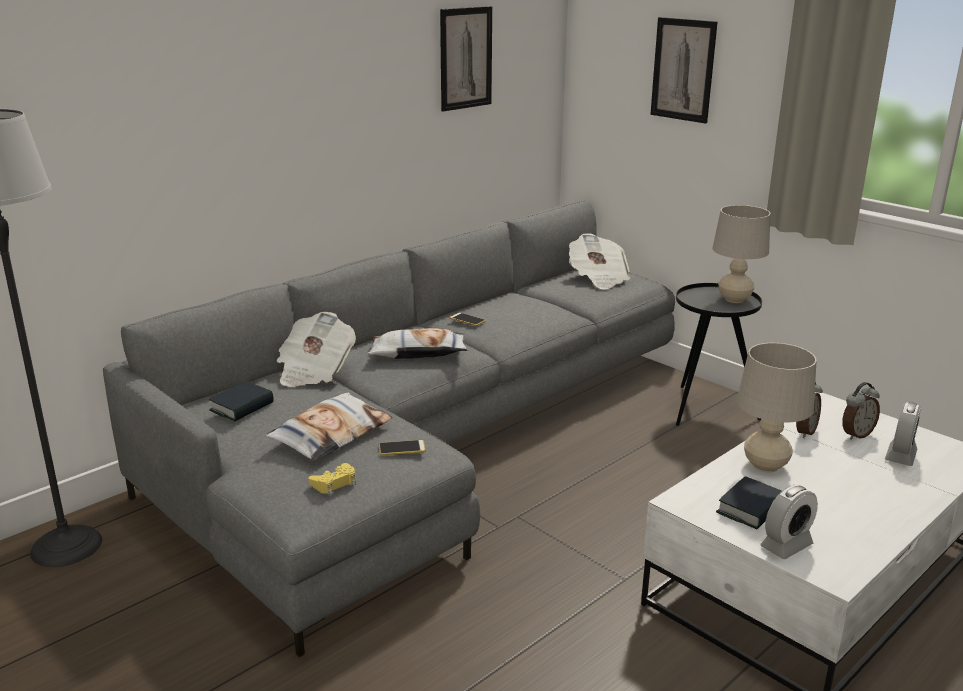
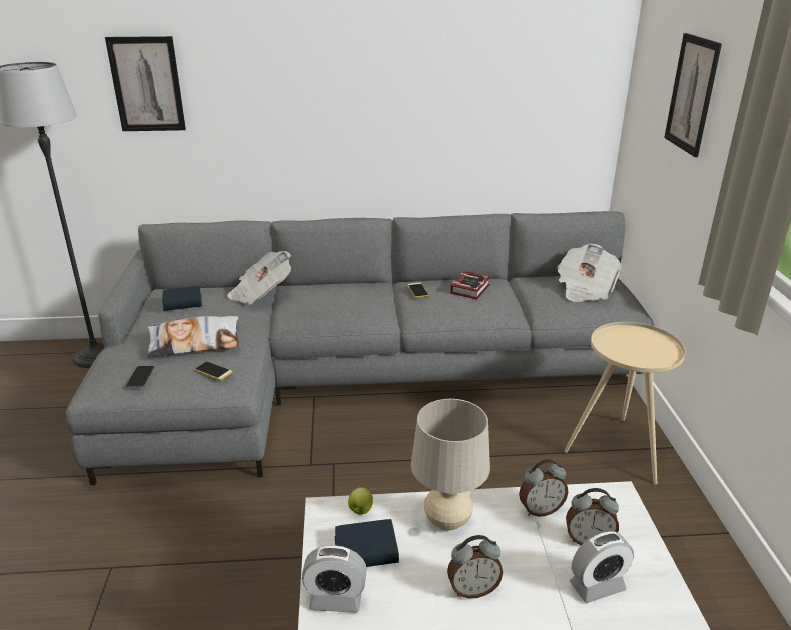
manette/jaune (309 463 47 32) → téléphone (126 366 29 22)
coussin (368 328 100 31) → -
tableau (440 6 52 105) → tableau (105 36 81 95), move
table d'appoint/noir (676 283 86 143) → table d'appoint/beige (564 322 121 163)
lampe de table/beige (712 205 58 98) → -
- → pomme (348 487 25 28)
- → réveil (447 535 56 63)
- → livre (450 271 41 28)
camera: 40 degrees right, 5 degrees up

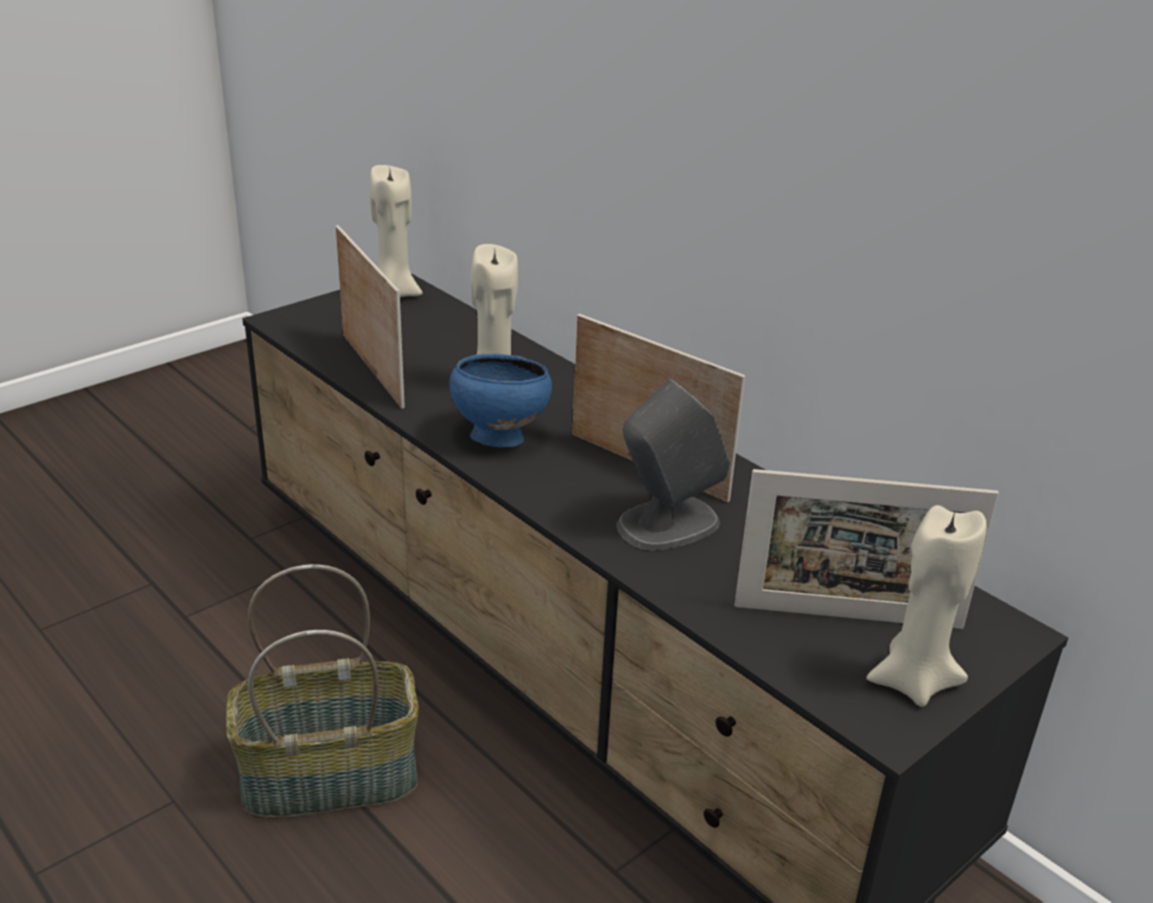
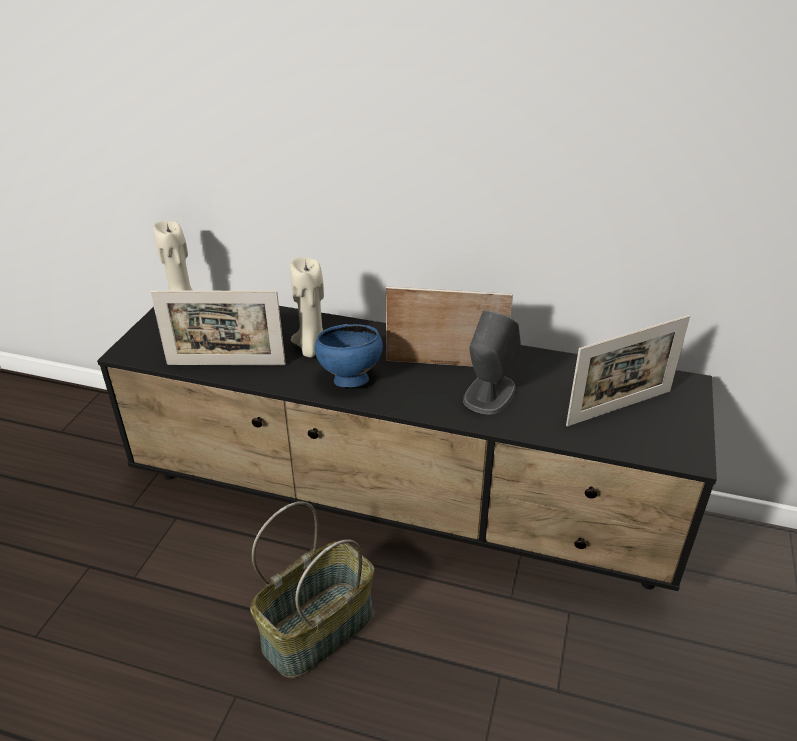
cadre photo (336 225 69 184) → cadre photo (150 290 136 75), 150 degrees clockwise
bougie/beige (866 505 121 202) → -
camera: 30 degrees left, 5 degrees up

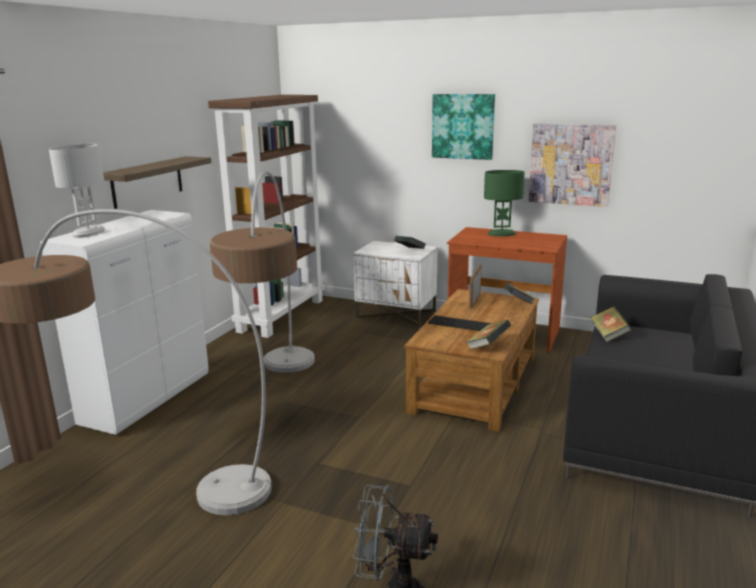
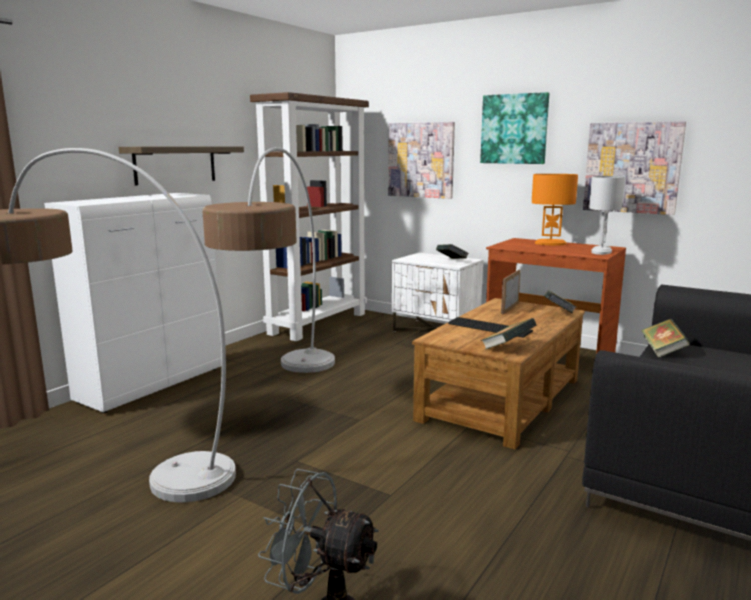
lampe de table/blanc (49 144 56 94) → lampe de table/blanc (589 176 36 79), move
lampe de table/vert (484 170 41 66) → lampe de table/orange (532 174 46 71)
- → tableau (388 122 67 77)
camera: 10 degrees right, 5 degrees down

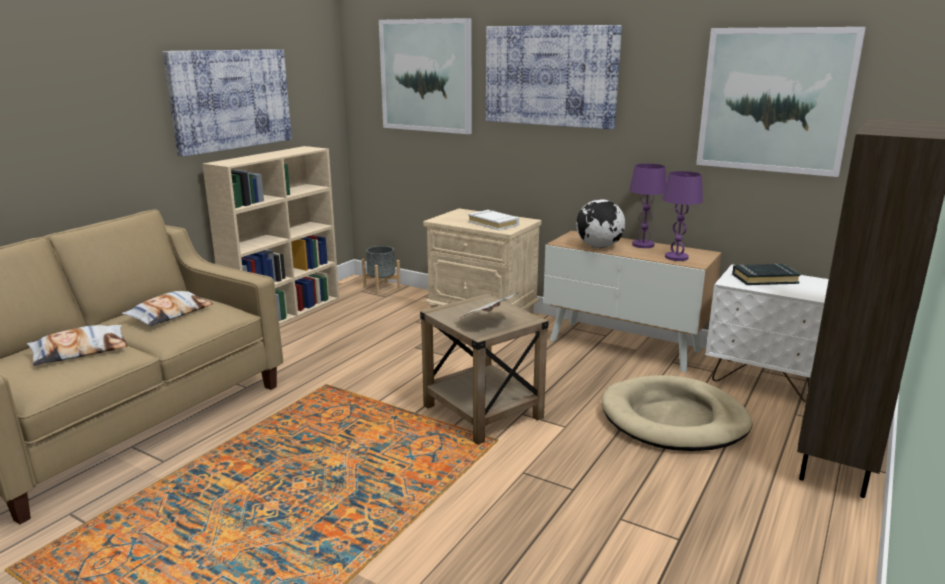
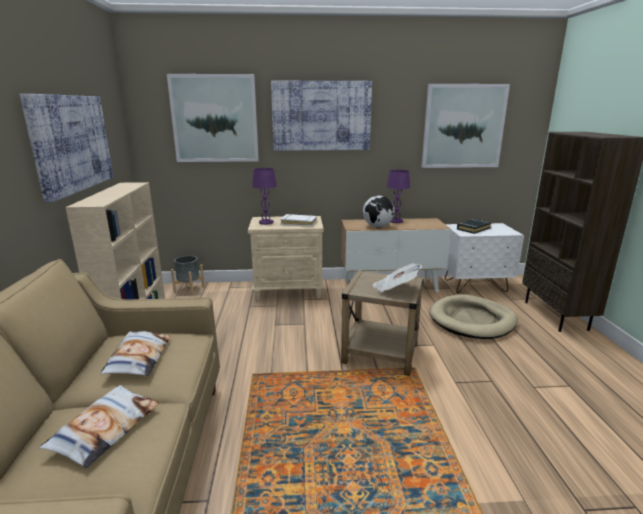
lampe de table/violet (663 171 40 90) → lampe de table/violet (252 168 25 57), move
camera: 35 degrees left, 0 degrees up

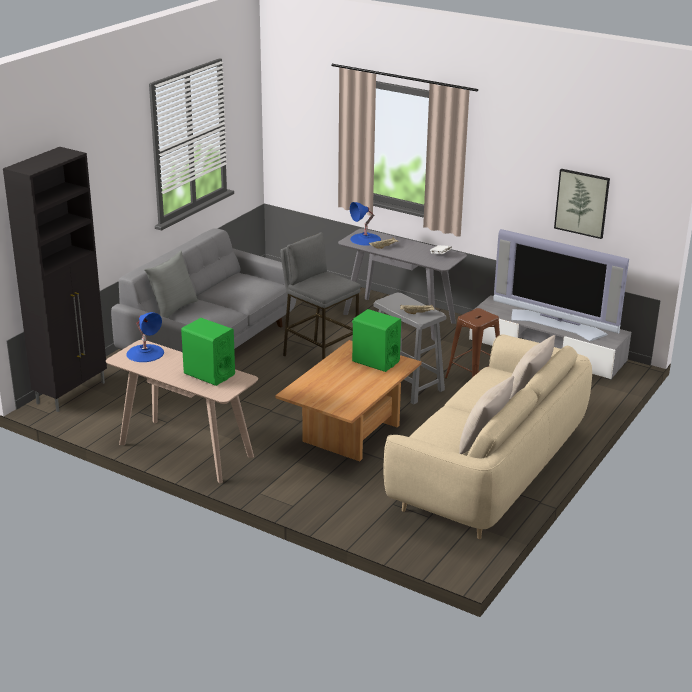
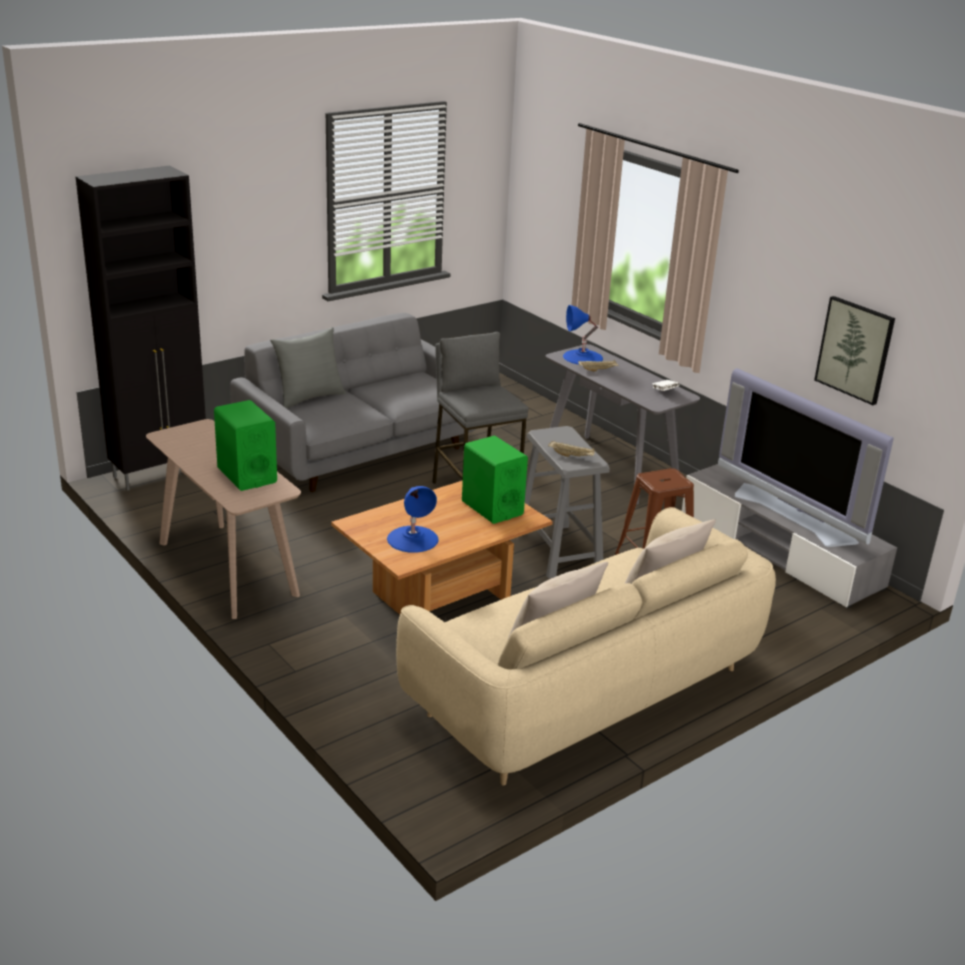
lampe de table/bleu (126 312 38 50) → lampe de table/bleu (387 486 52 67), move
camera: 20 degrees right, 0 degrees up

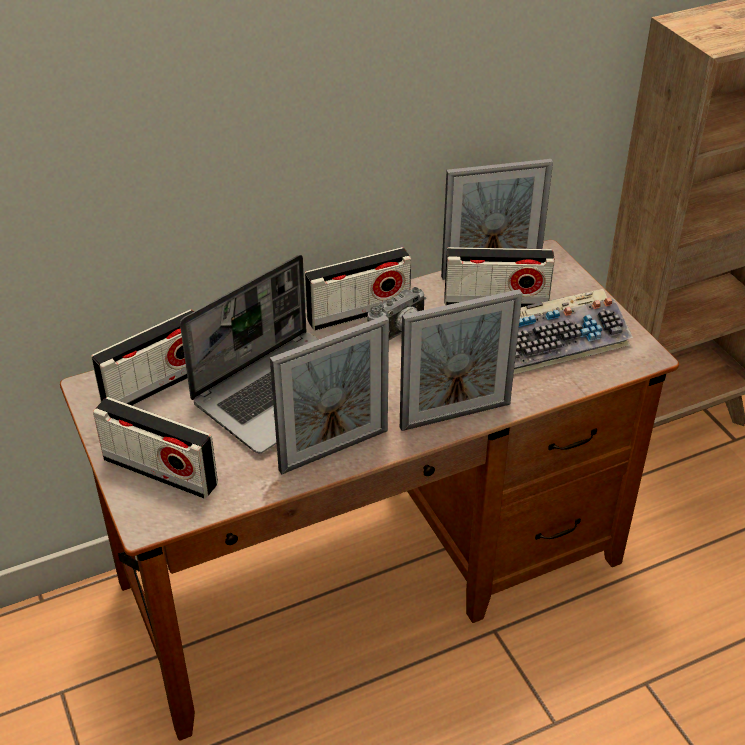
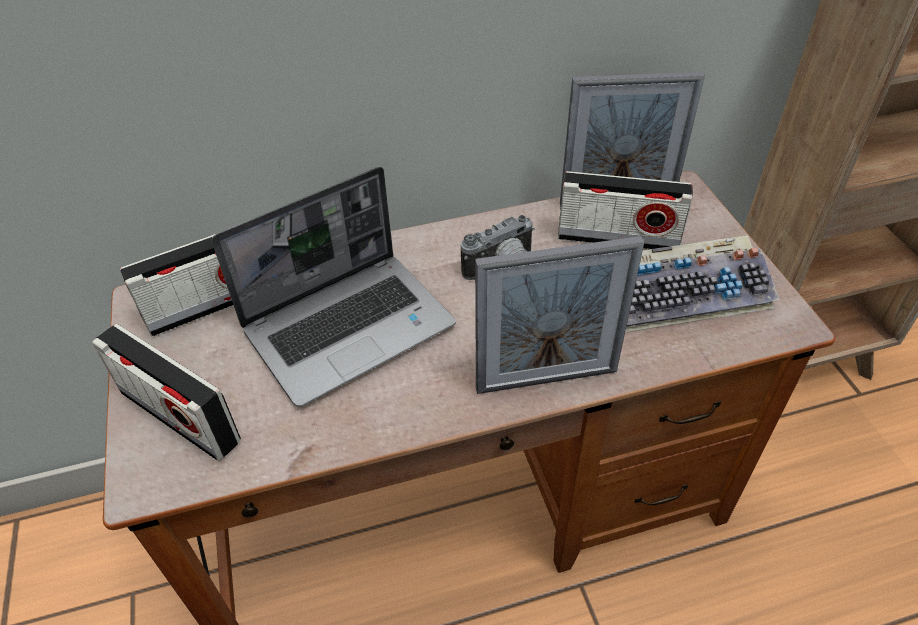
cadre photo (270 315 119 159) → -
radio (305 247 106 84) → -
camera: 10 degrees right, 5 degrees up

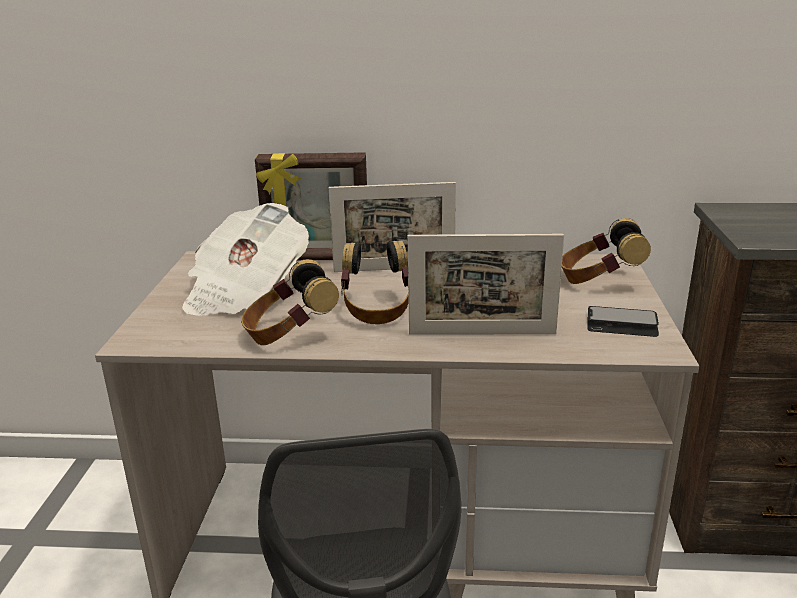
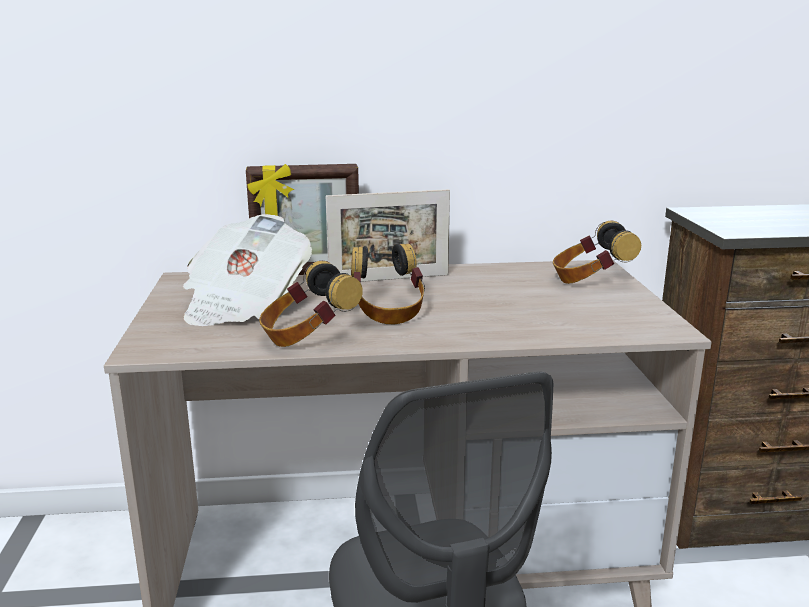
cadre photo (408 234 156 100) → -
téléphone (587 306 72 31) → -
camera: 10 degrees left, 5 degrees down

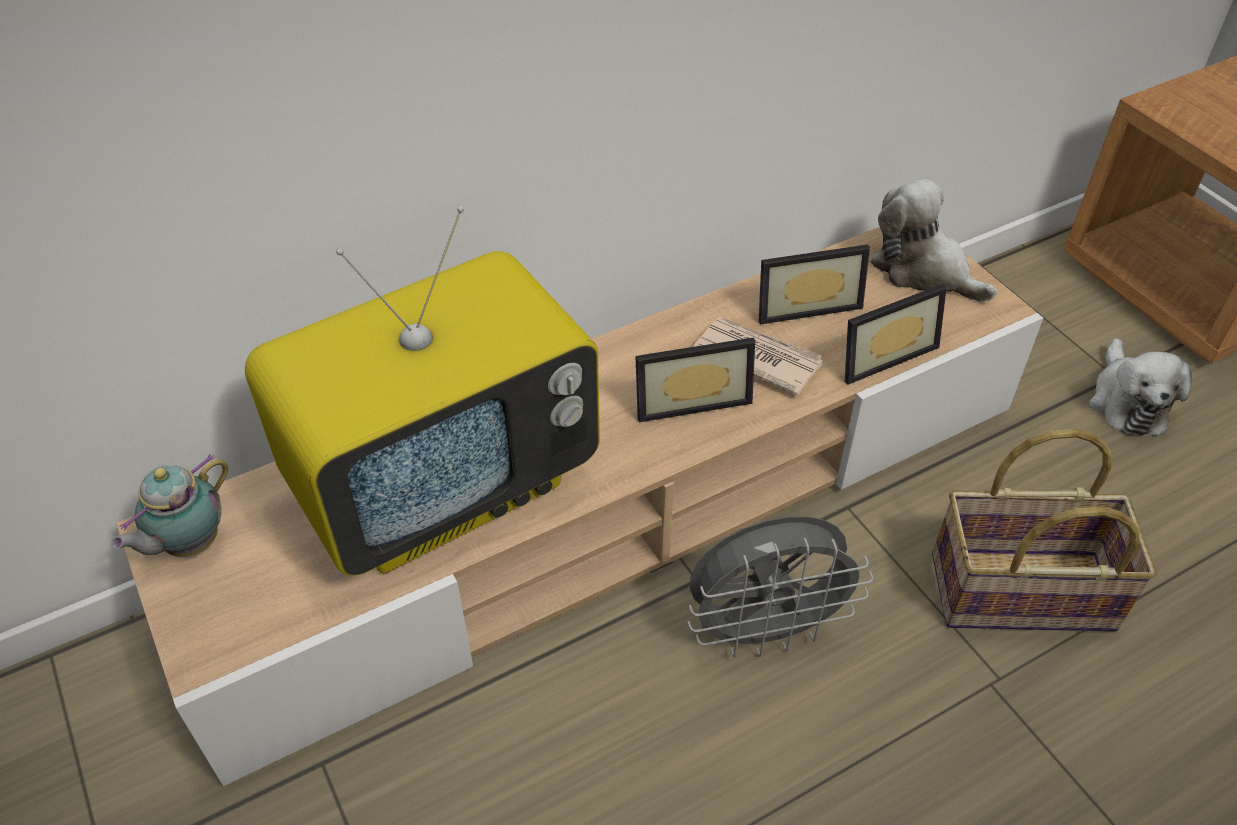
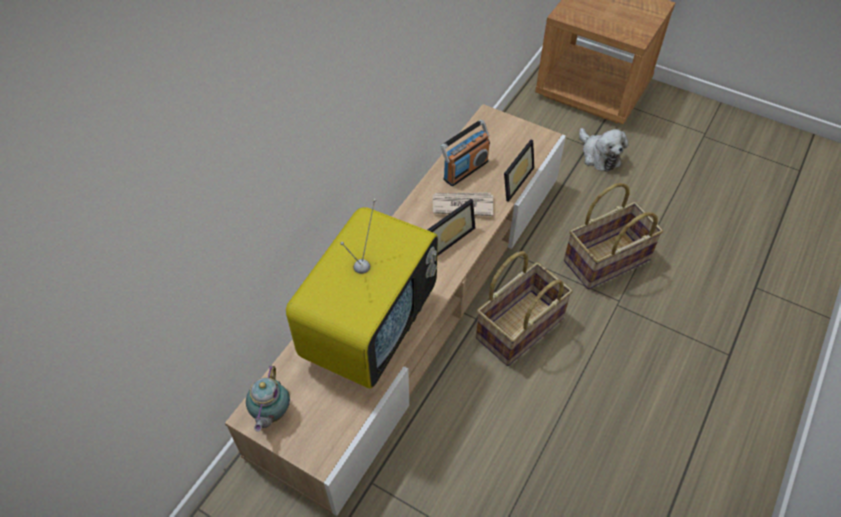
ventilateur/gris (687 516 186 141) → panier (476 251 97 115)
cadre photo (759 245 111 80) → radio (441 120 49 66)
peluche (870 179 127 122) → -
camera: 30 degrees left, 5 degrees up

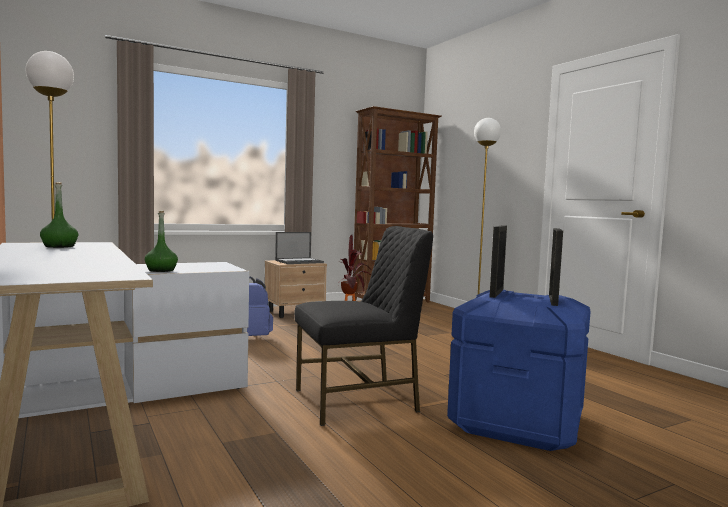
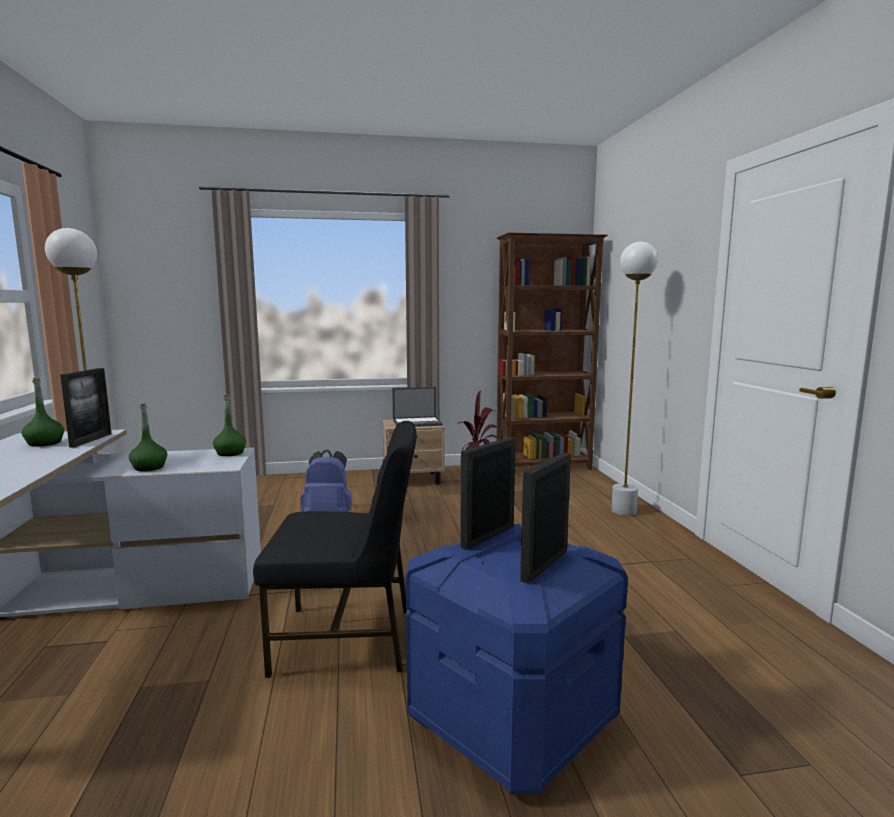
- → cadre photo (60 368 51 79)
- → bouteille/vert (213 394 33 62)
camera: 20 degrees right, 5 degrees up

